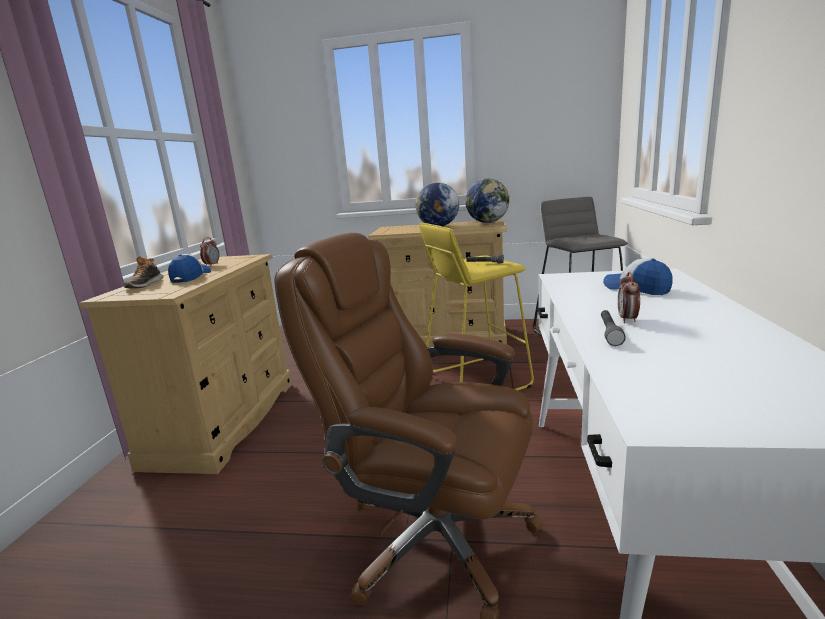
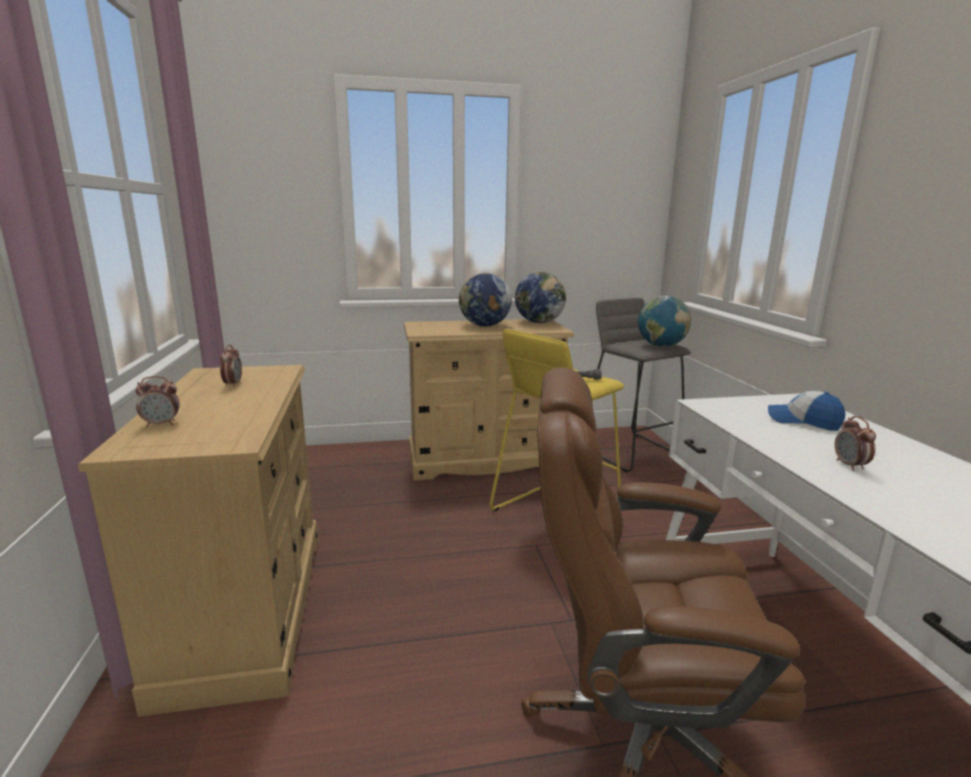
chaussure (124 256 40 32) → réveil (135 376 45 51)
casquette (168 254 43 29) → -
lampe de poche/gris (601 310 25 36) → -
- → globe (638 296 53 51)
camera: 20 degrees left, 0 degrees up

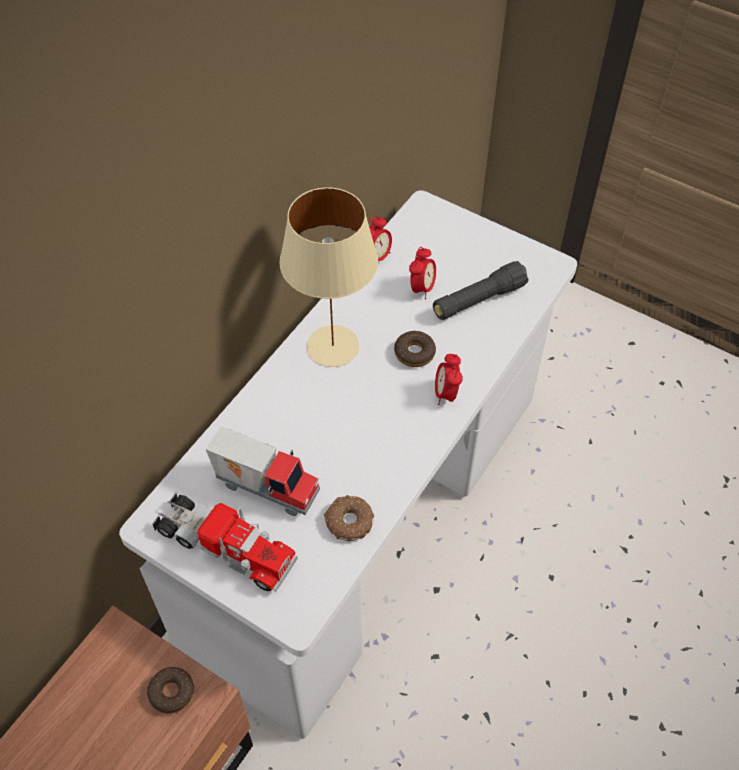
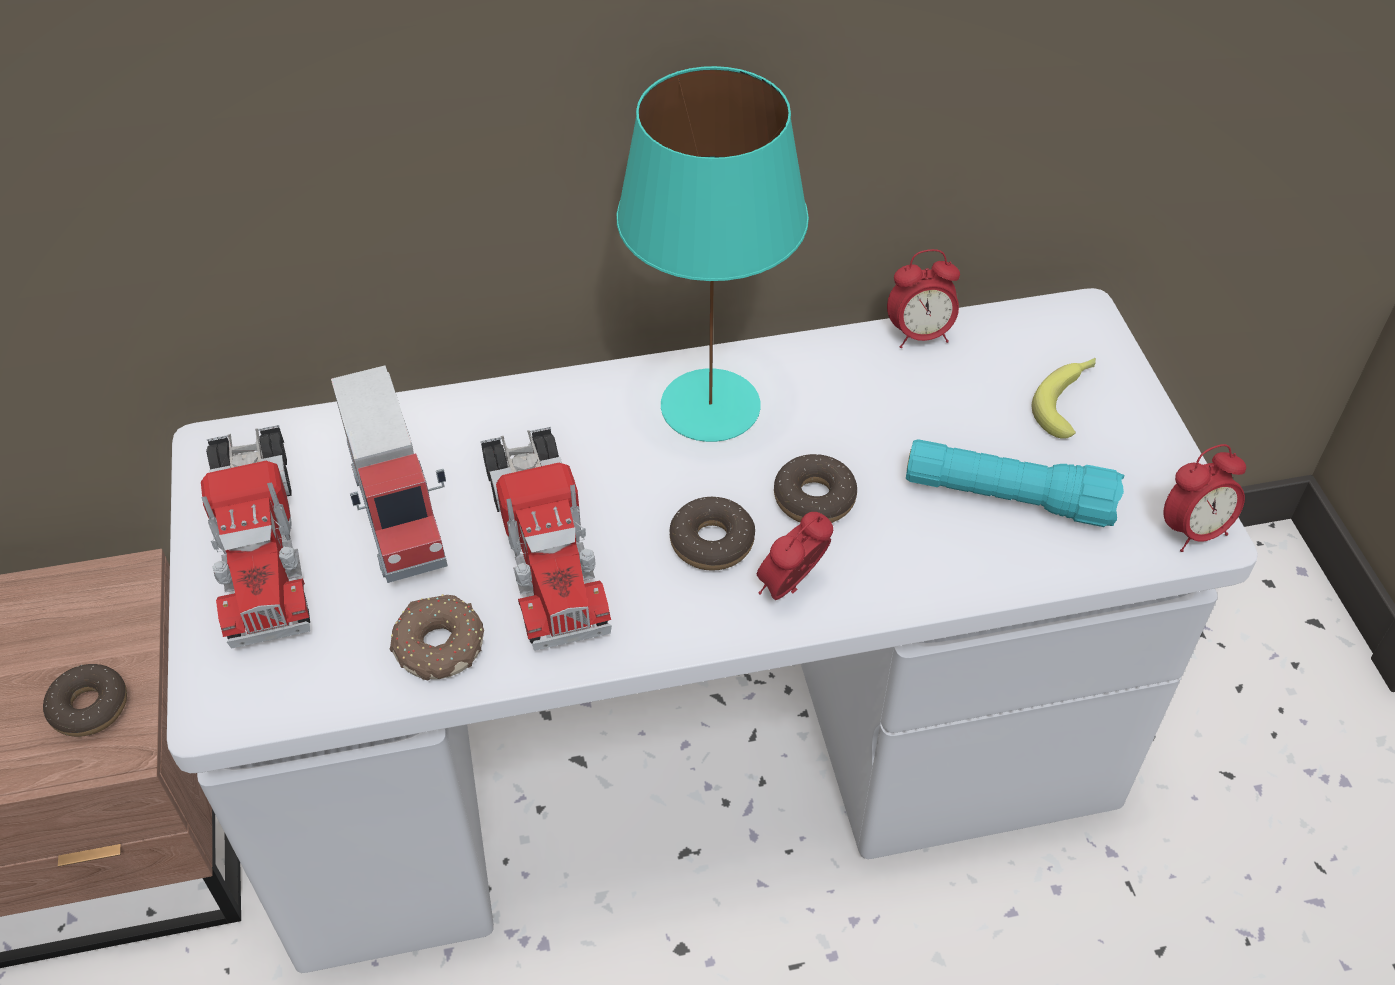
lampe de table/beige (279 187 99 180) → lampe de table/turquoise (616 66 193 376)
réveil (409 247 27 53) → réveil (1164 444 82 108), move
lampe de poche/noir (433 261 96 59) → lampe de poche/turquoise (906 439 219 88)
- → camion jouet (480 427 132 224)
- → beignet (669 497 86 74)
- → banane (1031 358 65 81)
camera: 45 degrees right, 5 degrees down

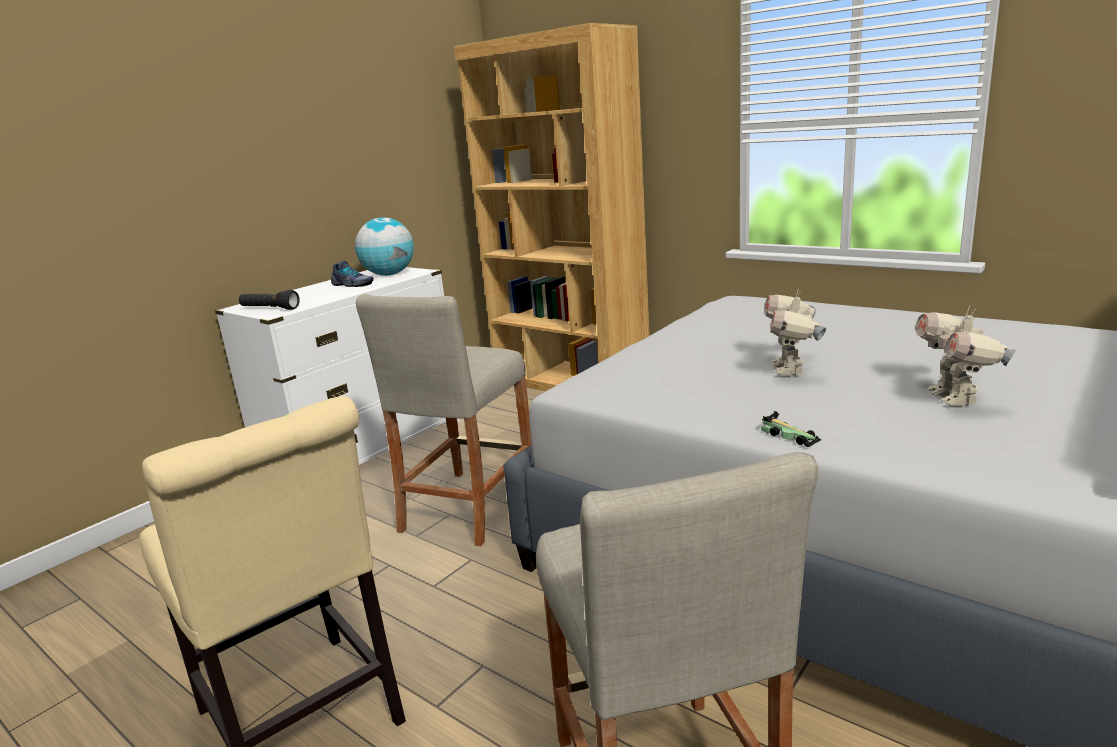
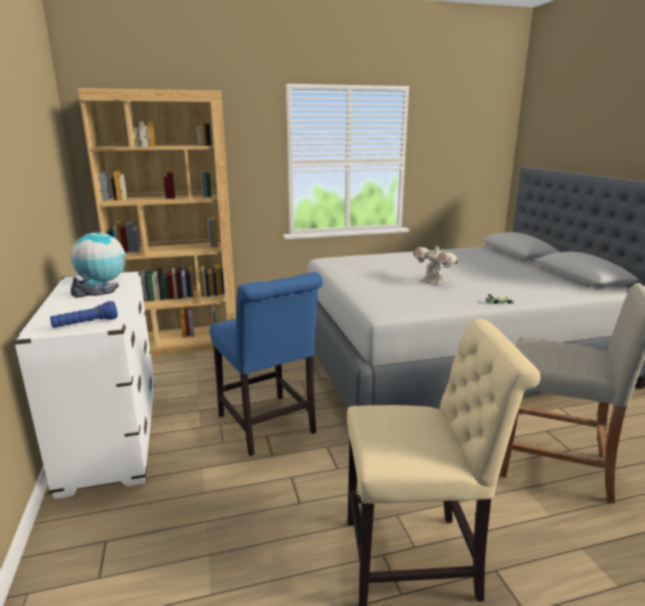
lampe de poche/noir (239 290 61 20) → lampe de poche/bleu (50 301 67 27)
tabouret/beige (356 294 176 252) → chaise/bleu (210 272 113 184)
robot jouet (915 306 101 100) → -
camera: 55 degrees left, 0 degrees up

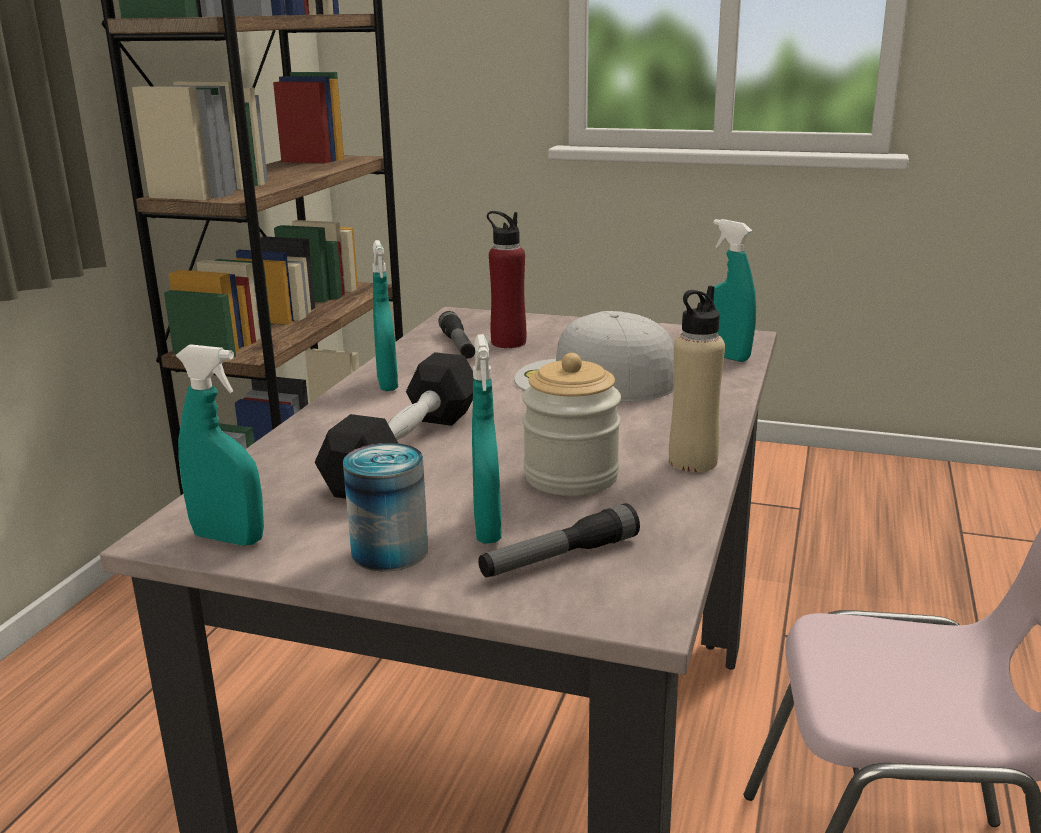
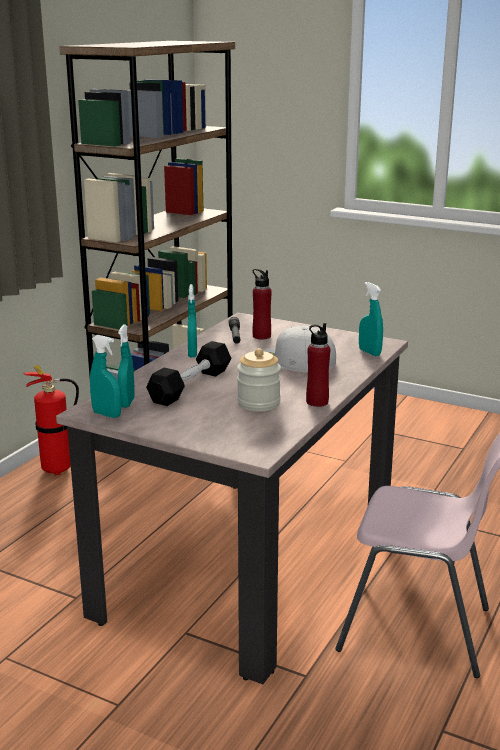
boîte métallique (343 443 85 128) → -
vaporisateur/turquoise (472 334 30 210) → vaporisateur/turquoise (118 324 17 84), move
lampe de poche (478 503 162 74) → -
bouteille/beige (669 286 56 186) → bouteille/rouge (306 323 24 84)
- → extincteur (24 365 55 111)
camera: 10 degrees right, 0 degrees up

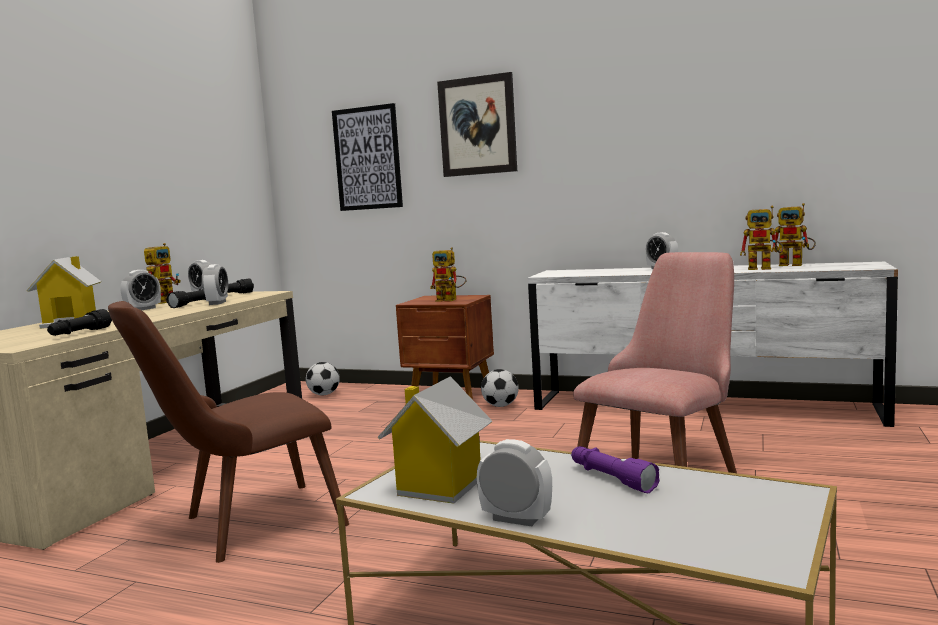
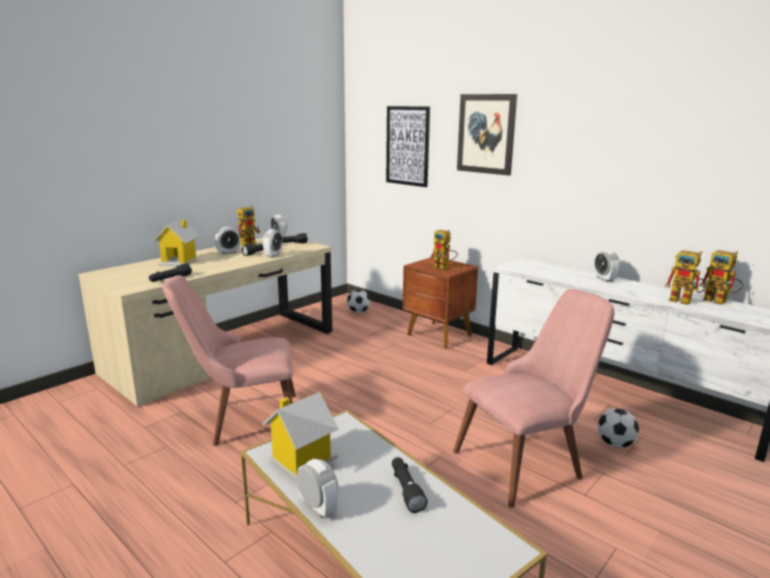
chaise/marron (108 301 241 262) → chaise/rose (162 275 134 171)
ballon de foot (481 369 38 38) → ballon de foot (598 408 41 40), move
lampe de poche/violet (571 446 89 47) → lampe de poche/noir (392 457 36 56)
camera: 20 degrees right, 10 degrees up

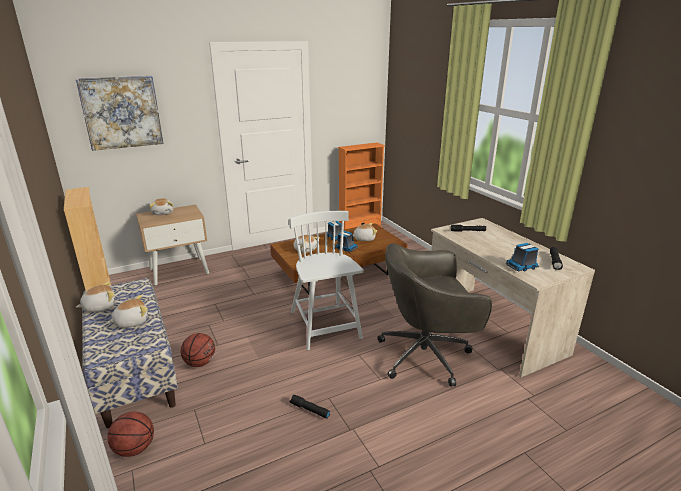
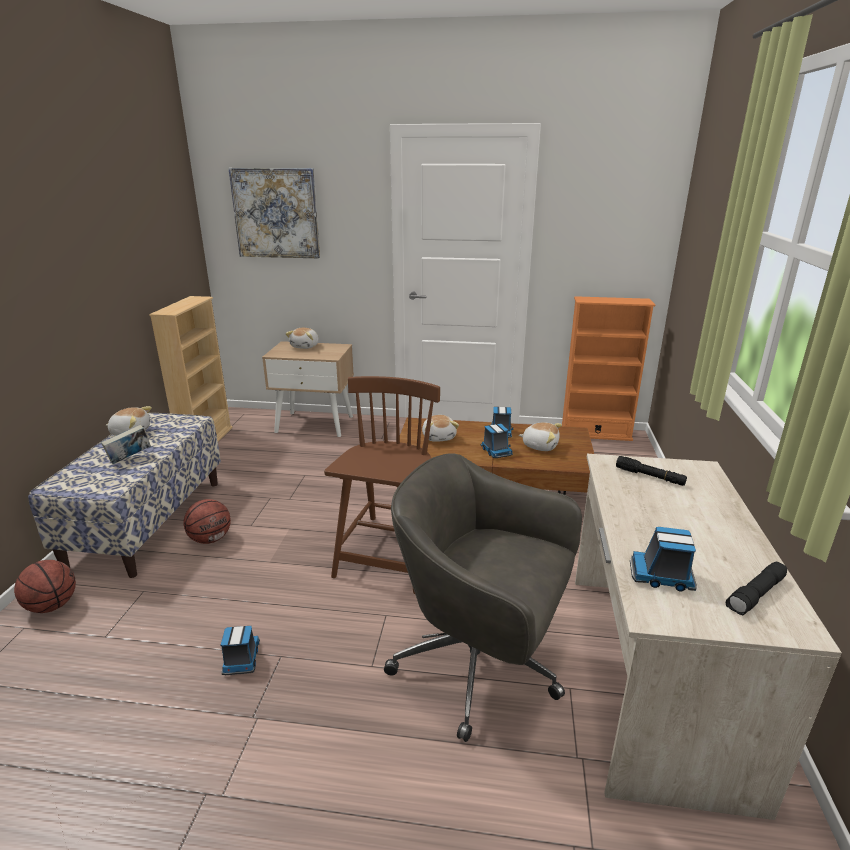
peluche (107 295 41 33) → livre (101 425 50 39)
chaise/blanc (289 211 75 139) → chaise/marron (324 376 116 218)
lampe de poche/noir (290 395 40 23) → camion jouet (221 626 39 49)
camera: 35 degrees right, 0 degrees up

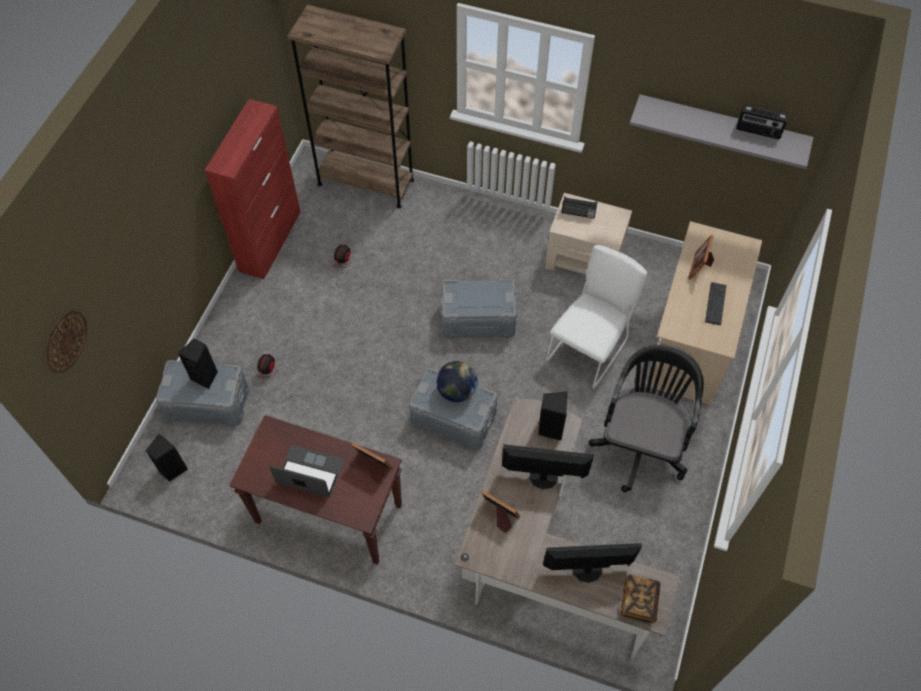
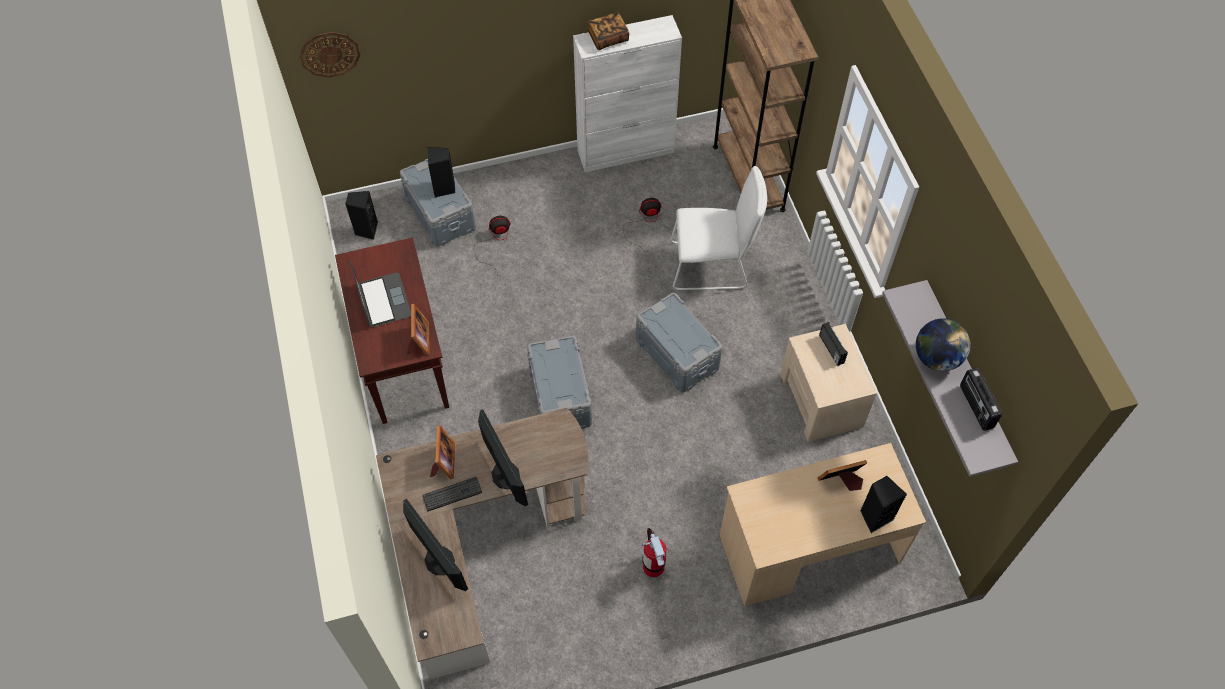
meuble de rangement/rouge (205 99 96 180) → meuble de rangement/blanc (573 15 109 158)
globe (436 361 42 41) → globe (916 318 54 53), move
enceinte/noir (539 391 28 50) → enceinte/noir (860 476 47 57), move
chaise/blanc (546 245 101 143) → chaise/blanc (670 166 97 124), move
chaise de bureau/noir (588 344 116 148) → extincteur (642 528 25 49)
livre (621 574 39 49) → livre (587 12 42 38), move
clavier (705 282 21 43) → clavier (422 477 60 34), move
camera: 55 degrees right, 0 degrees up

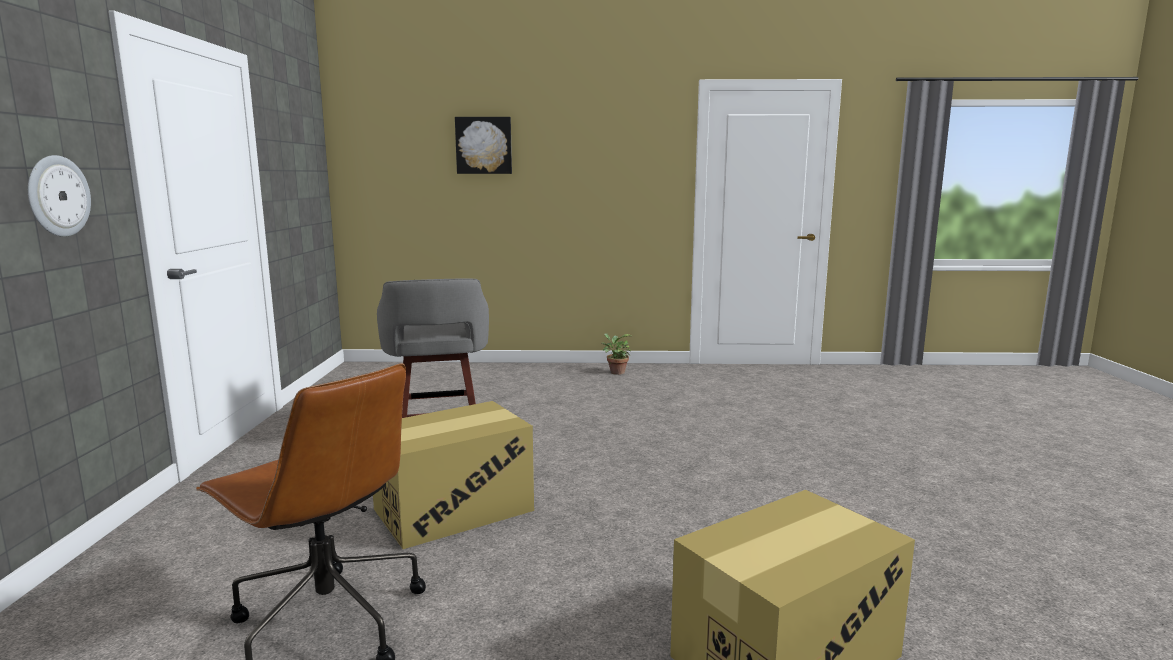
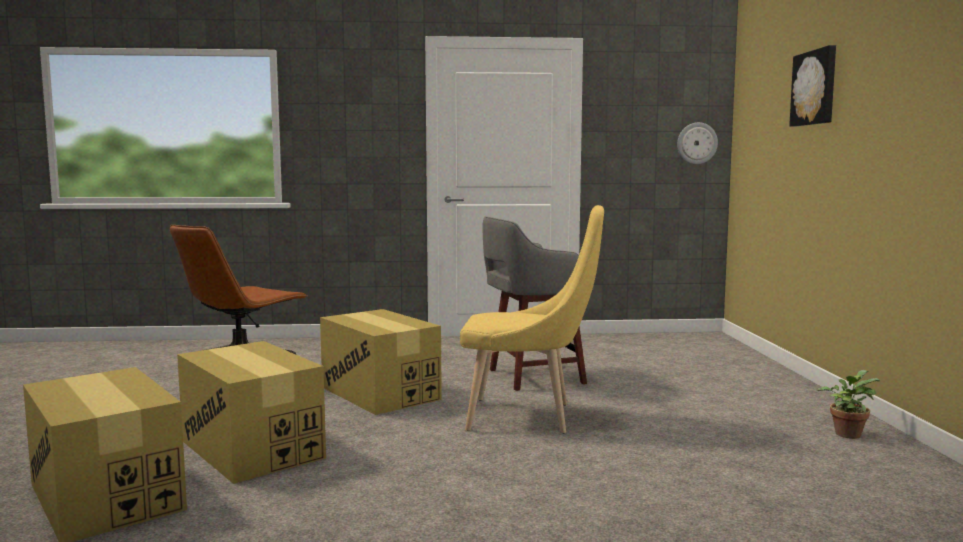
horloge murale (28 155 63 82) → horloge murale (677 122 41 42), move
- → carton (177 341 149 143)
- → chaise/jaune (460 205 144 228)
camera: 85 degrees right, 5 degrees down

